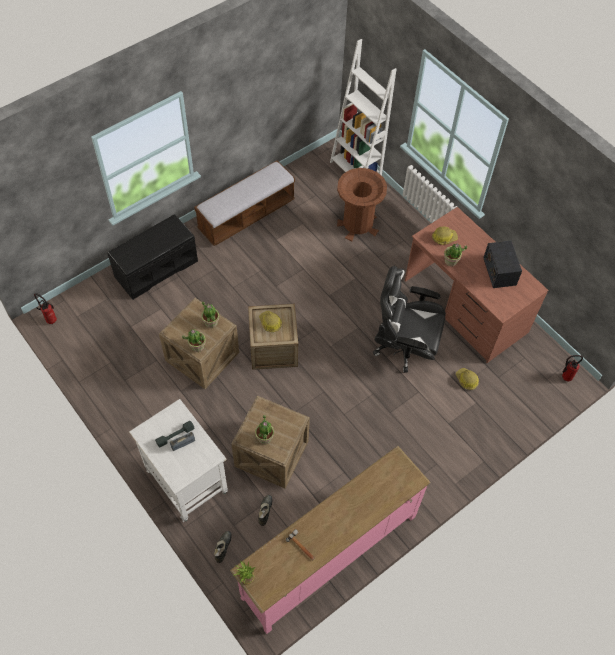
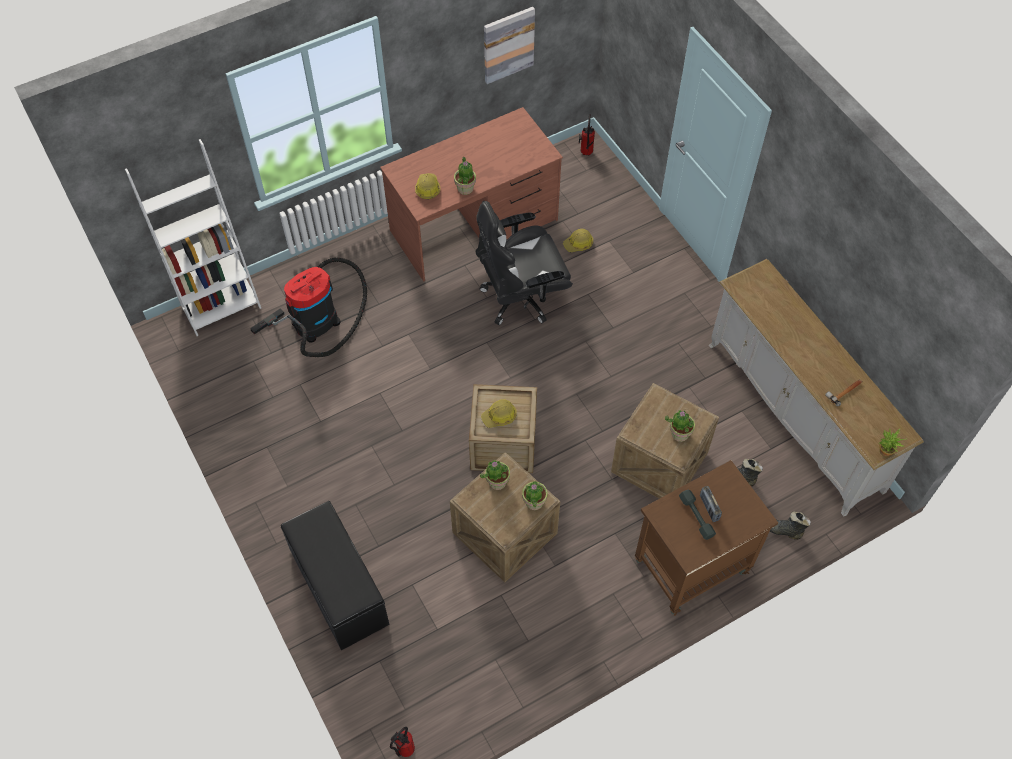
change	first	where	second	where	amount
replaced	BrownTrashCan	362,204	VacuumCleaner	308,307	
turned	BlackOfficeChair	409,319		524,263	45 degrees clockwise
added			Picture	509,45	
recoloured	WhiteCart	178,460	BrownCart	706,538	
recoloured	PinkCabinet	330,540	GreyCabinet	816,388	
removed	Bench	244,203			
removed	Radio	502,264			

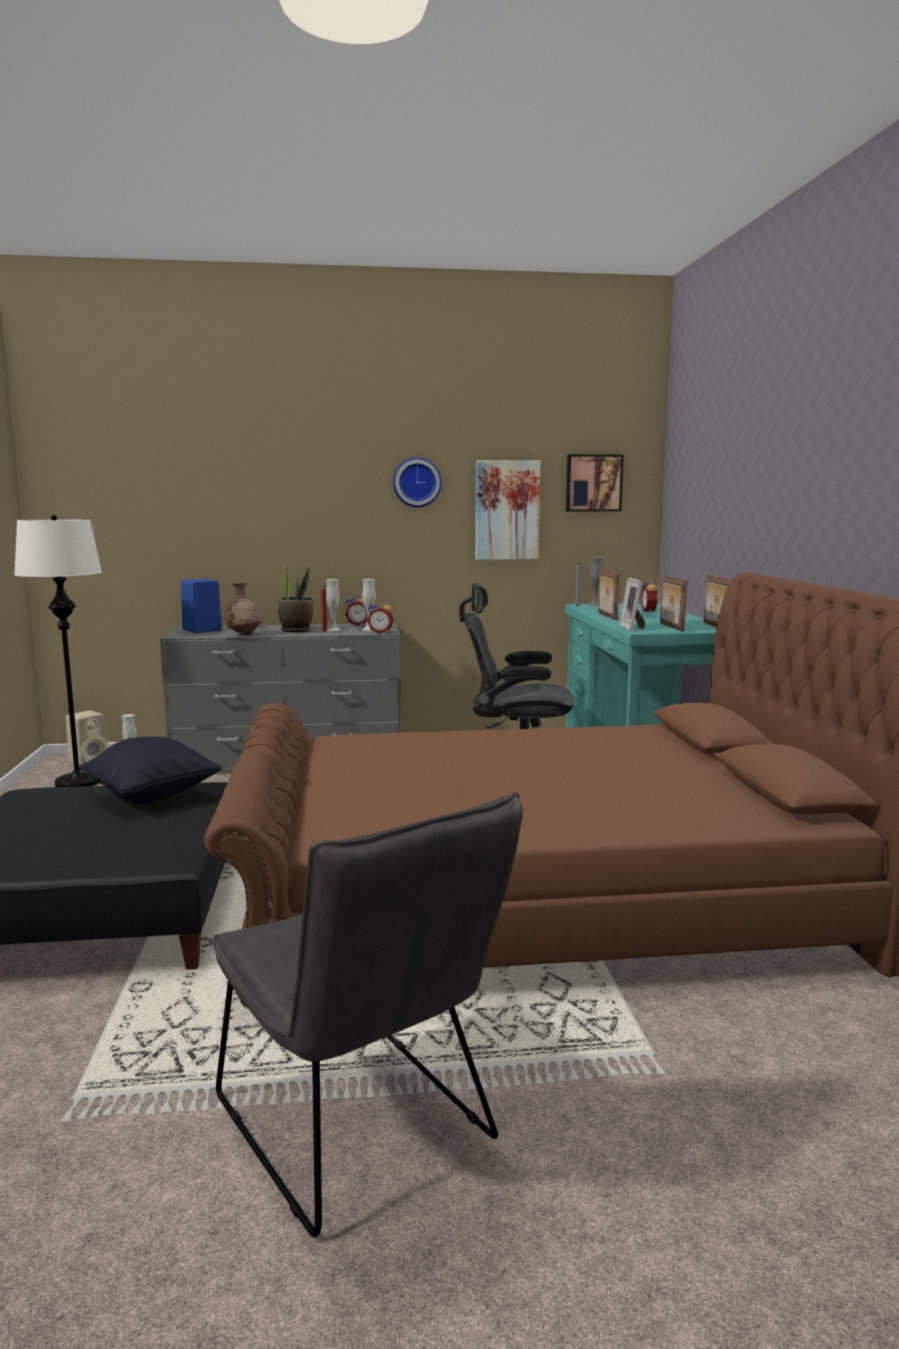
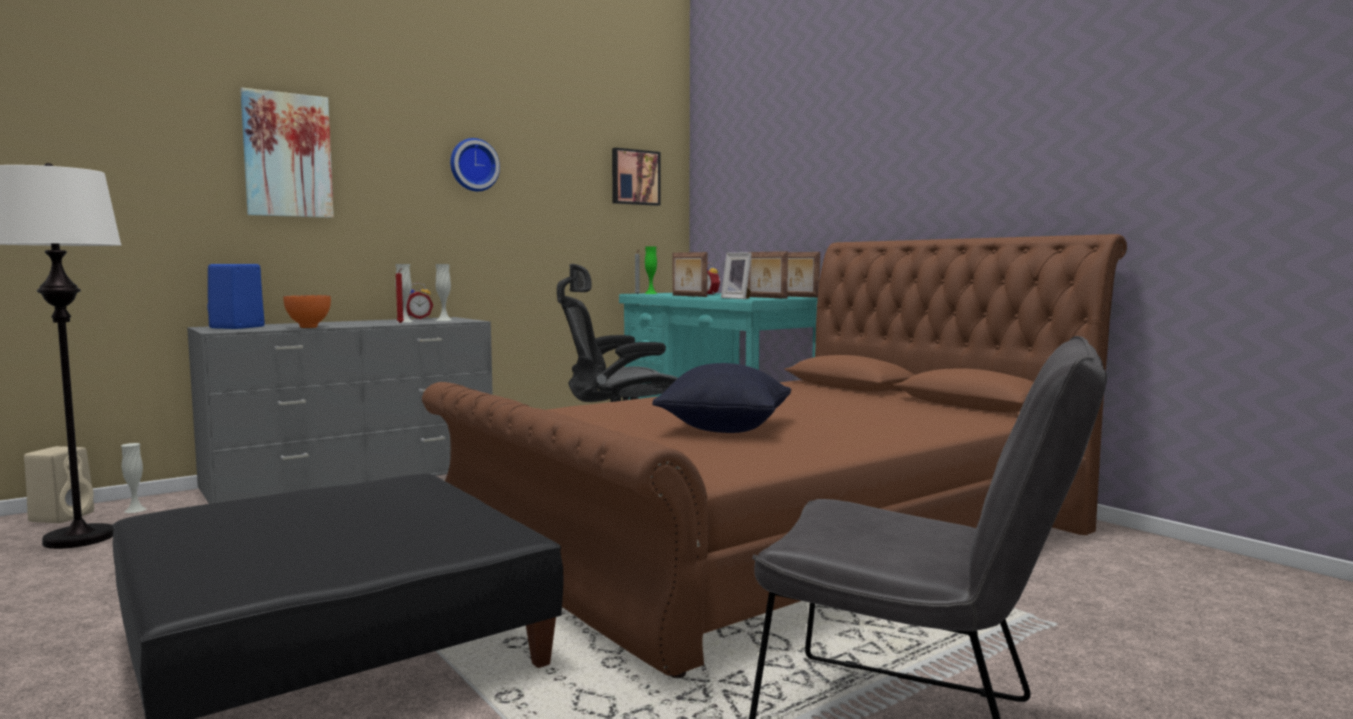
change	first	where	second	where	amount
moved	Picture	507,510		287,153	
replaced	BrownVase	243,609	OrangeBowl	307,311	
recoloured	GreyVase	596,582	GreenVase	651,270	
moved	BlackPillow	150,770		721,398	
removed	PottedPlant	296,597			
removed	AlarmClock	380,616			

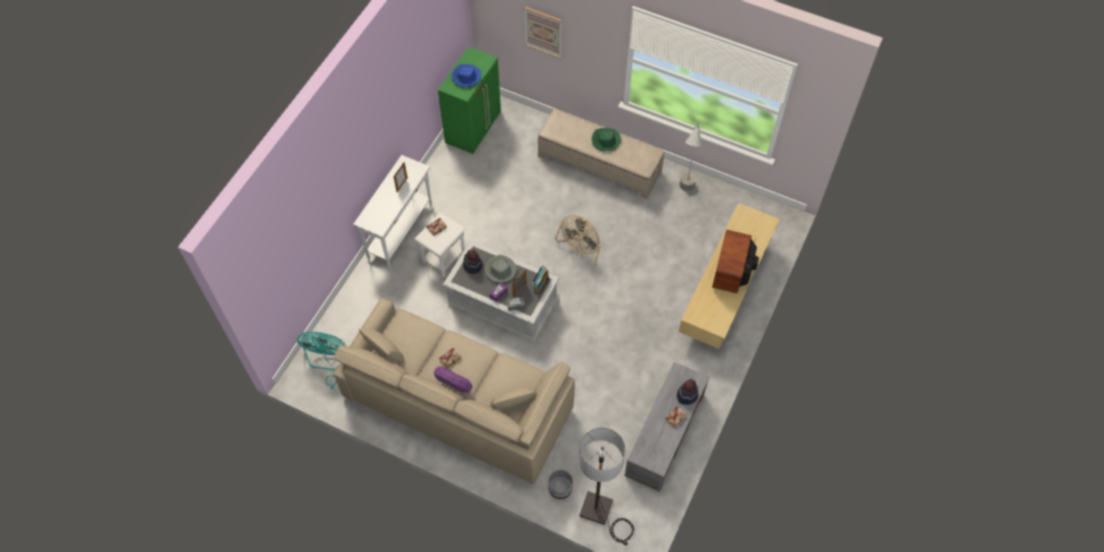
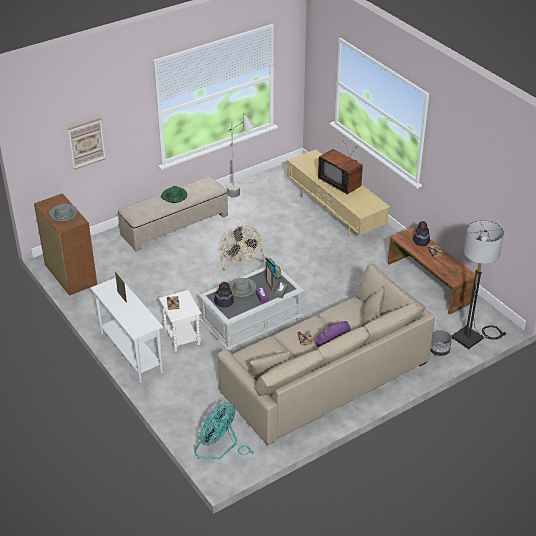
change	first	where	second	where	amount
recoloured	GreenCabinet	469,100	BrownCabinet	65,244	
recoloured	BlueHat	467,75	GreyHat	63,212	
recoloured	GreyBench	667,427	BrownBench	432,271	

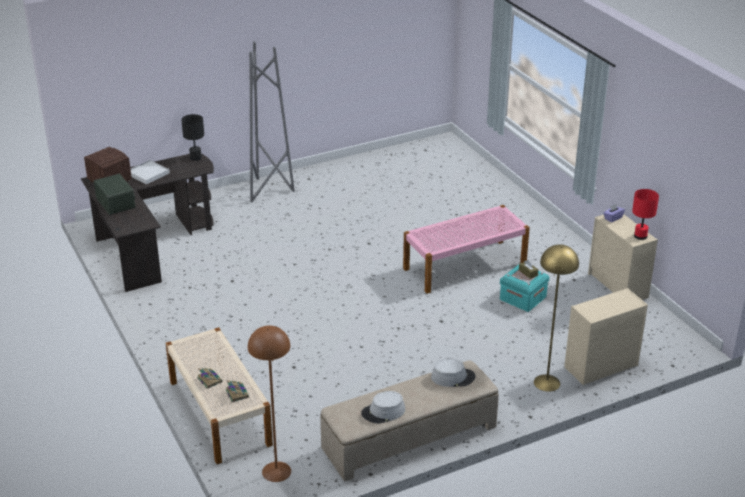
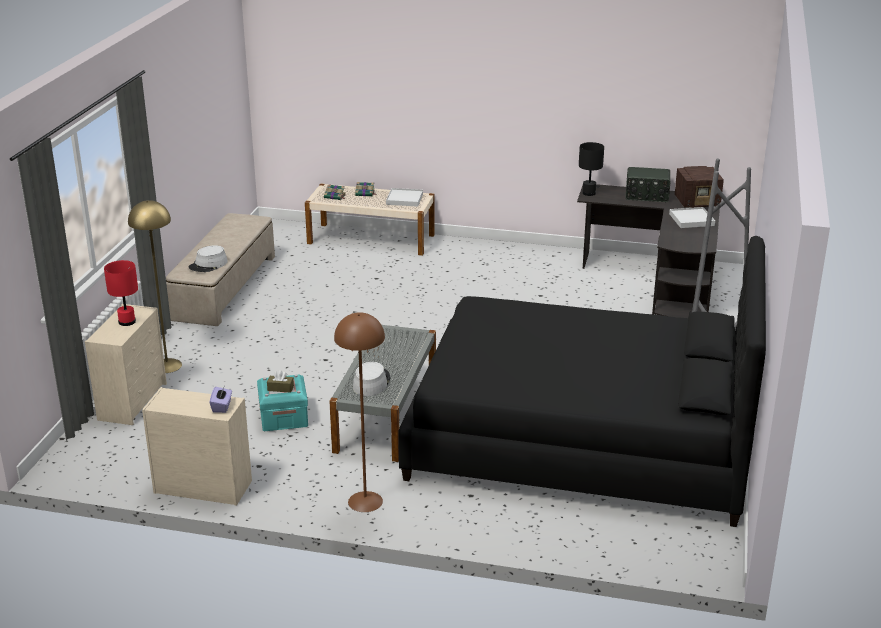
change	first	where	second	where	amount
moved	RedTableLamp	645,214		121,293	
recoloured	PinkBench	466,249	GreyBench	382,393	
moved	BrownFloorLamp	269,403		359,412	
moved	GreyHat	383,407		371,379	
added			WhiteTray	404,197	
added			BlackBed	582,381	
moved	BlackTableLamp	193,137		591,169	

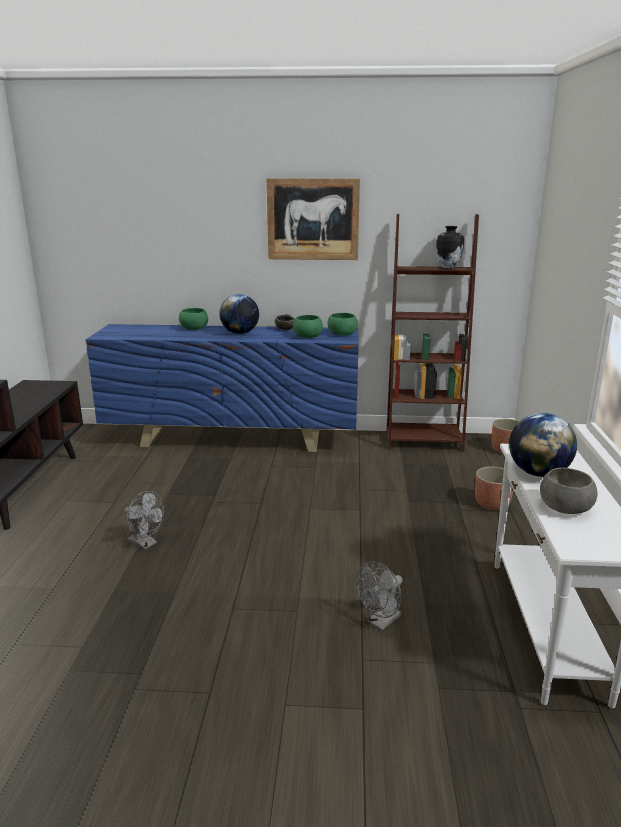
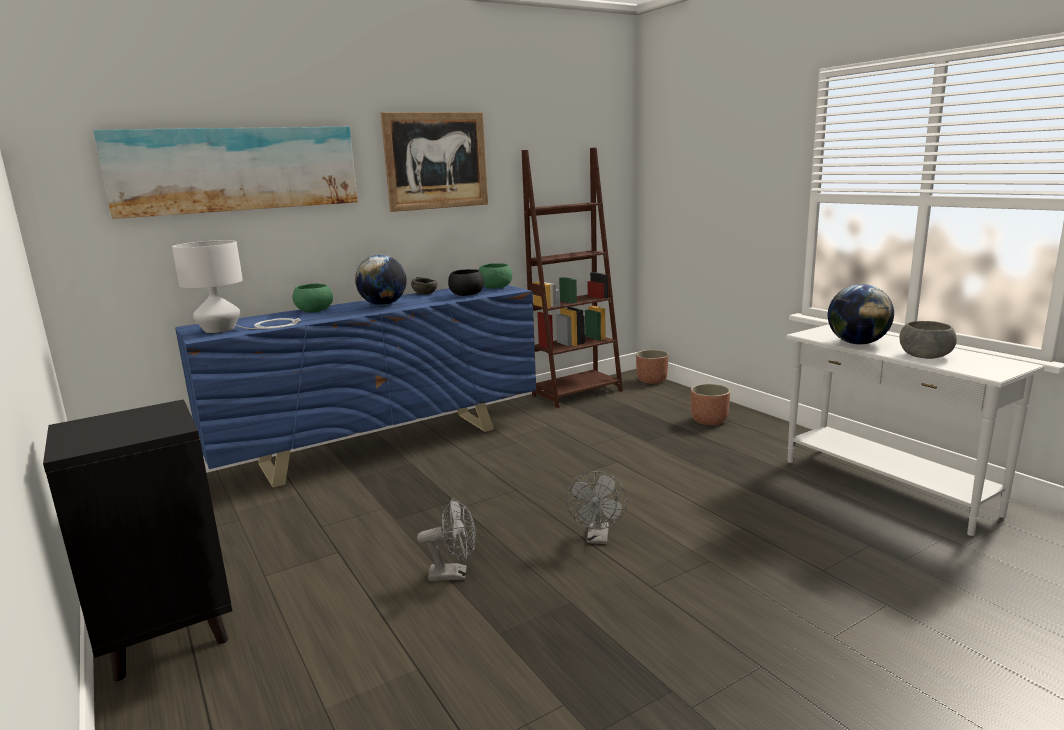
change	first	where	second	where	amount
added			Picture	225,173	
added			GreyTableLamp	236,286	
recoloured	GreenBowl	308,326	BlackBowl	466,282	
moved	GreyFan	379,596		596,507	
removed	Vase	450,247			

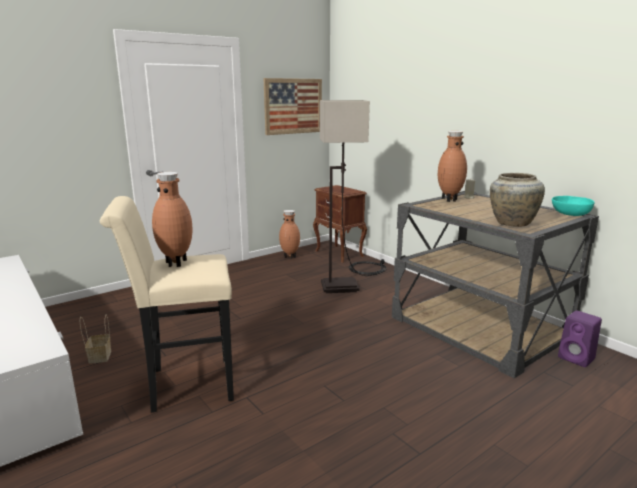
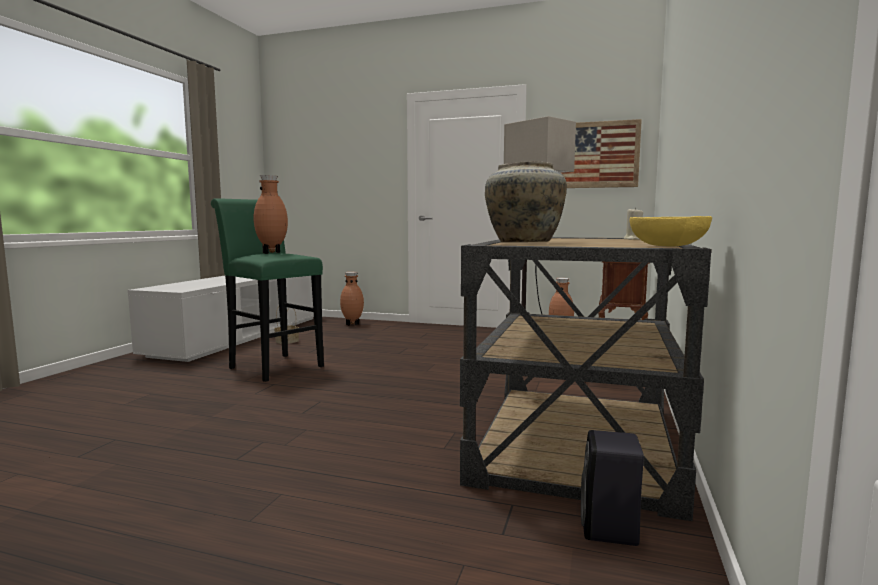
change	first	where	second	where	amount
recoloured	BeigeStool	167,304	GreenStool	267,290	
moved	BrownVase	452,166		352,299	
recoloured	PurpleSpeaker	580,338	BlackSpeaker	612,488	
recoloured	TurquoiseBowl	573,206	YellowBowl	671,231	

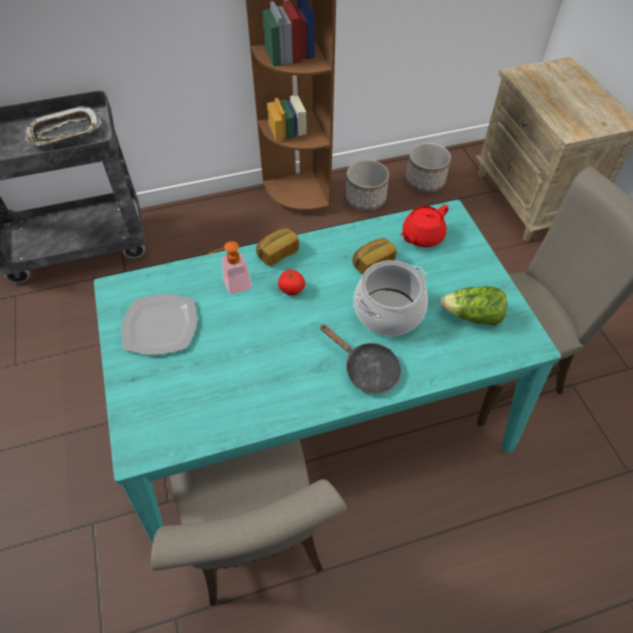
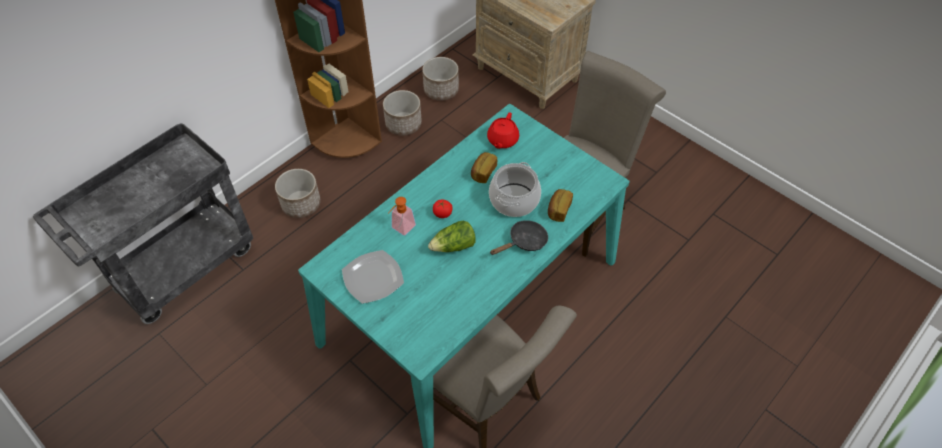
change	first	where	second	where	amount
added			Planter	298,193	
moved	Lettuce	473,306		452,236	
turned	BlackFryingPan	360,359		519,237	45 degrees counterclockwise
moved	Bread	277,247		560,205	
removed	Tray	63,126			

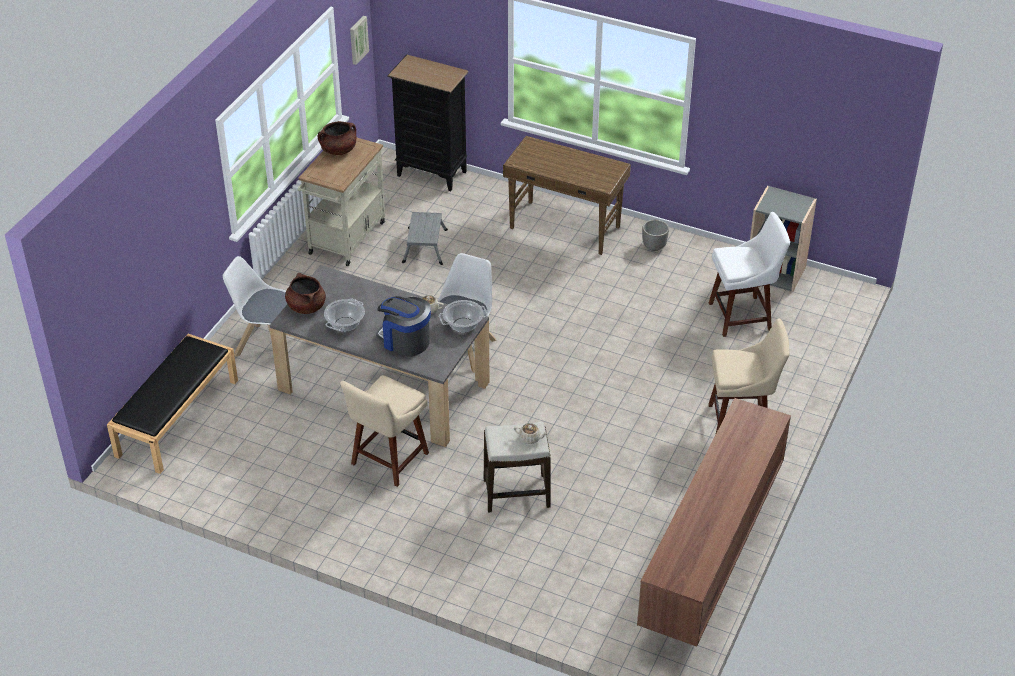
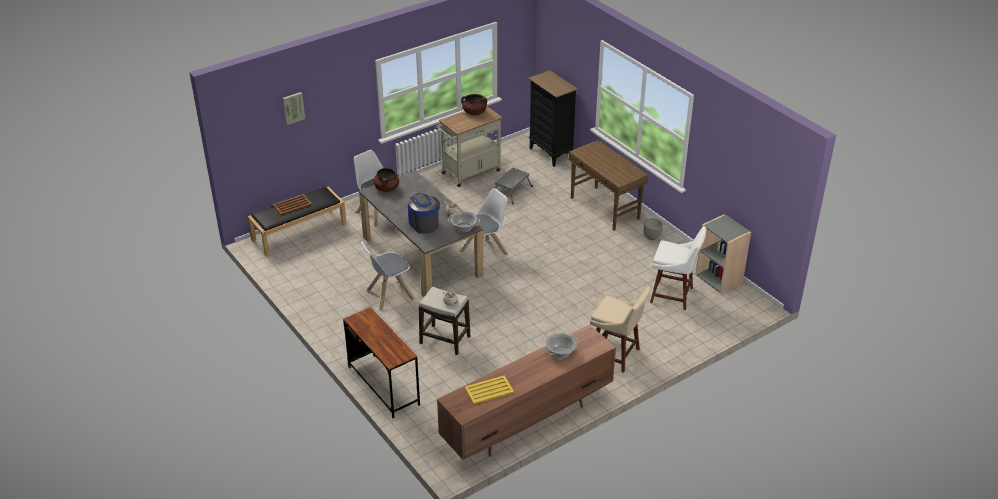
change	first	where	second	where	amount
added			BrownTray	292,204	
moved	Picture	359,40		294,108	
added			BrownDesk	381,362	
replaced	BeigeStool	384,431	Chair	388,275	
added			YellowTray	489,389	
moved	CookingPot	344,315		561,345	

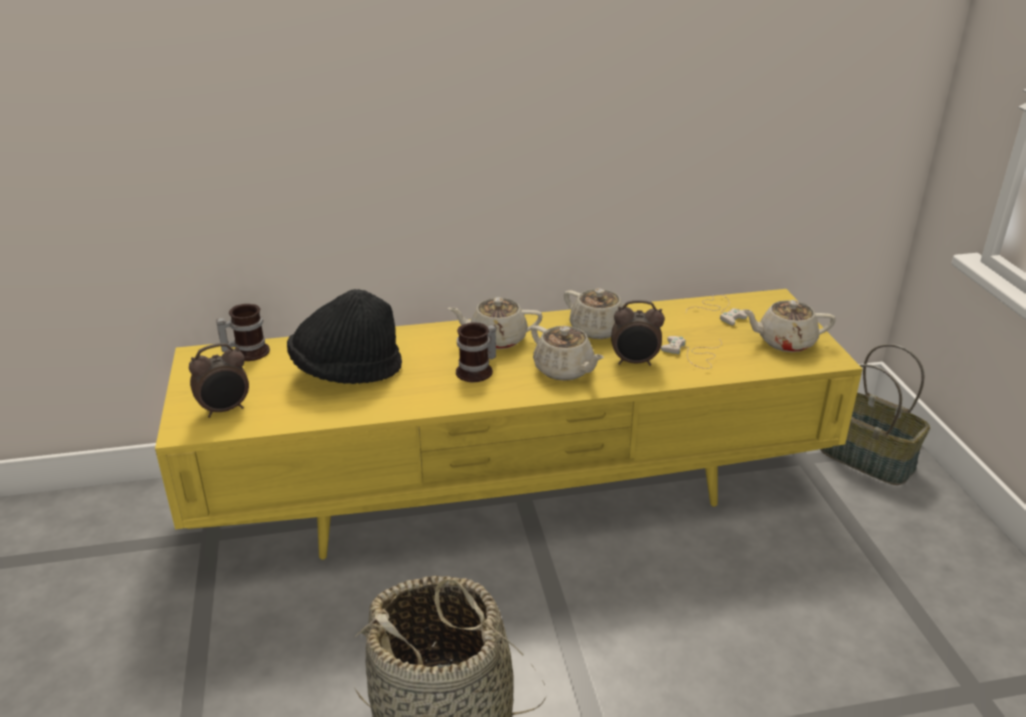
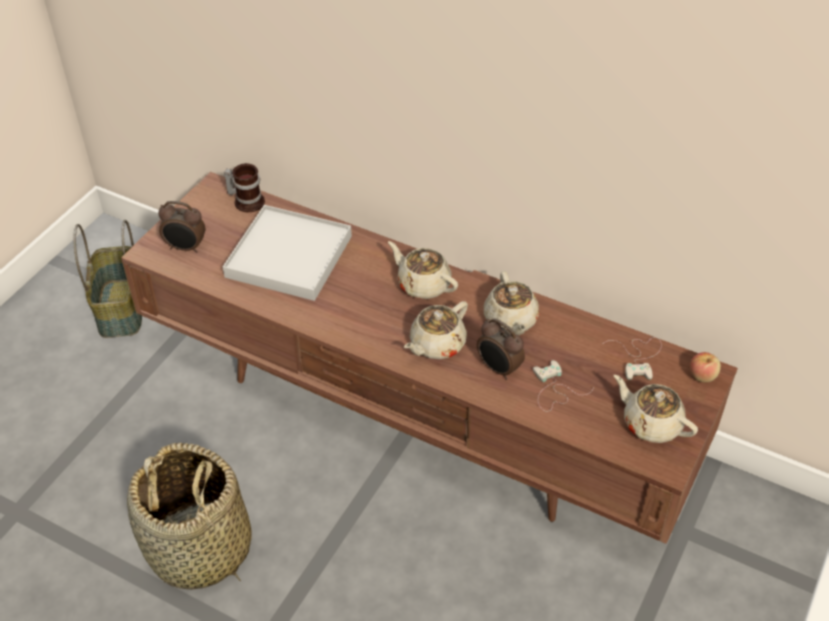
change	first	where	second	where	amount
moved	Basket	875,414		107,279	
recoloured	YellowTvStand	508,424	BrownTvStand	429,358	
replaced	BlackHat	344,336	WhiteTray	287,253	
turned	BeigeTeapot	567,353		436,330	45 degrees clockwise
added			Apple	705,367	
removed	Mug	476,352			

